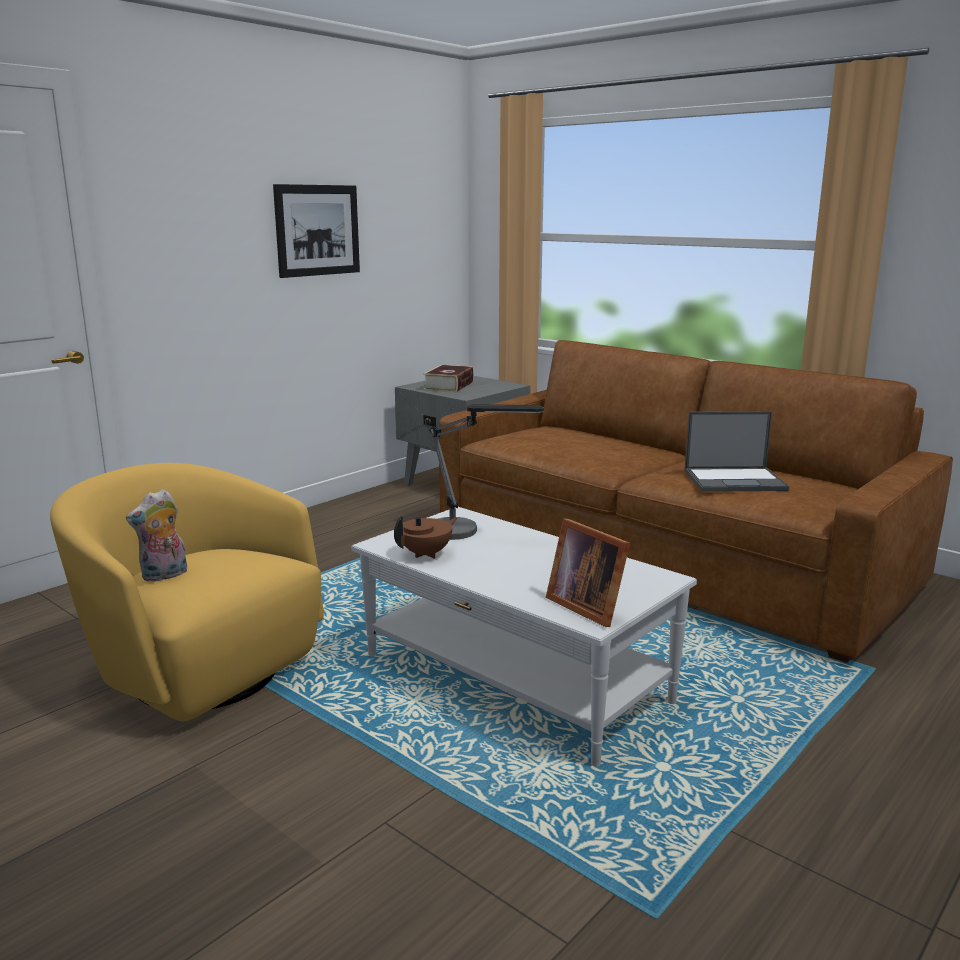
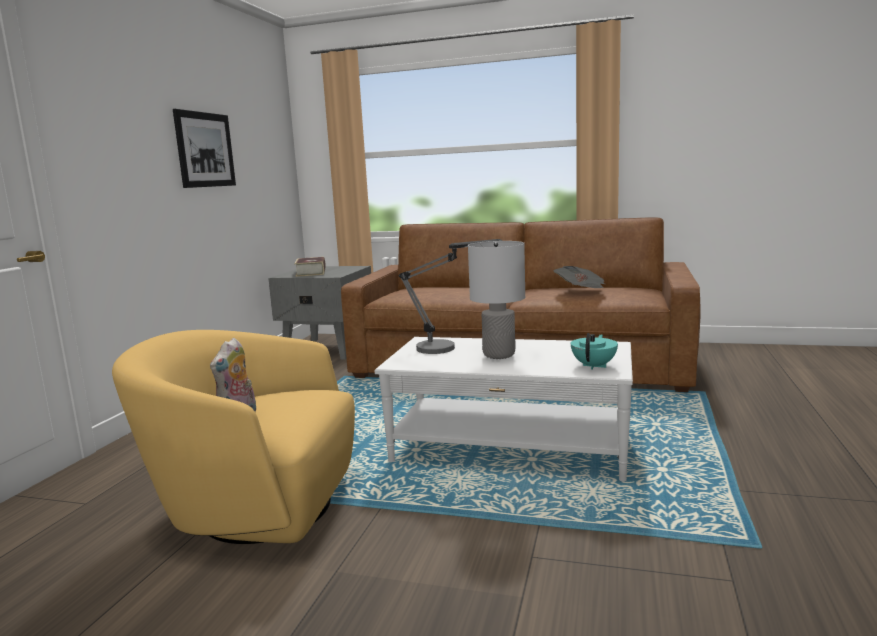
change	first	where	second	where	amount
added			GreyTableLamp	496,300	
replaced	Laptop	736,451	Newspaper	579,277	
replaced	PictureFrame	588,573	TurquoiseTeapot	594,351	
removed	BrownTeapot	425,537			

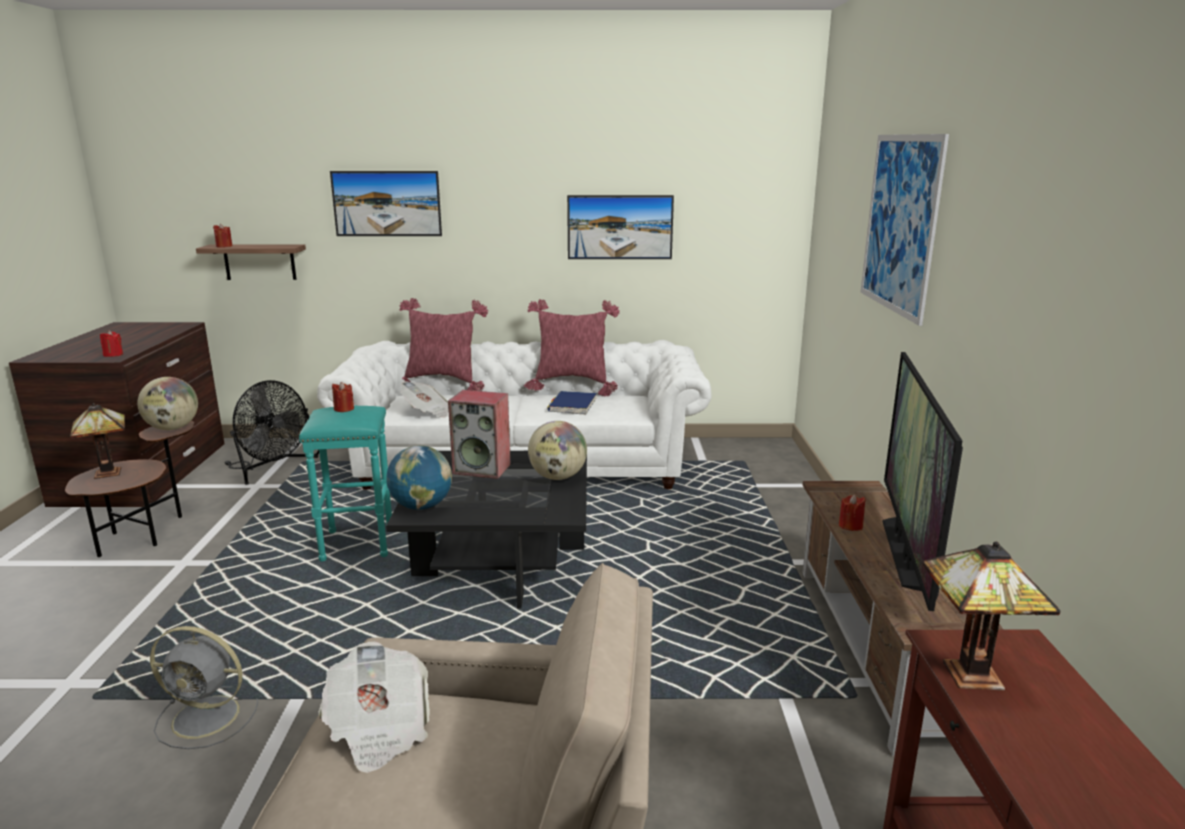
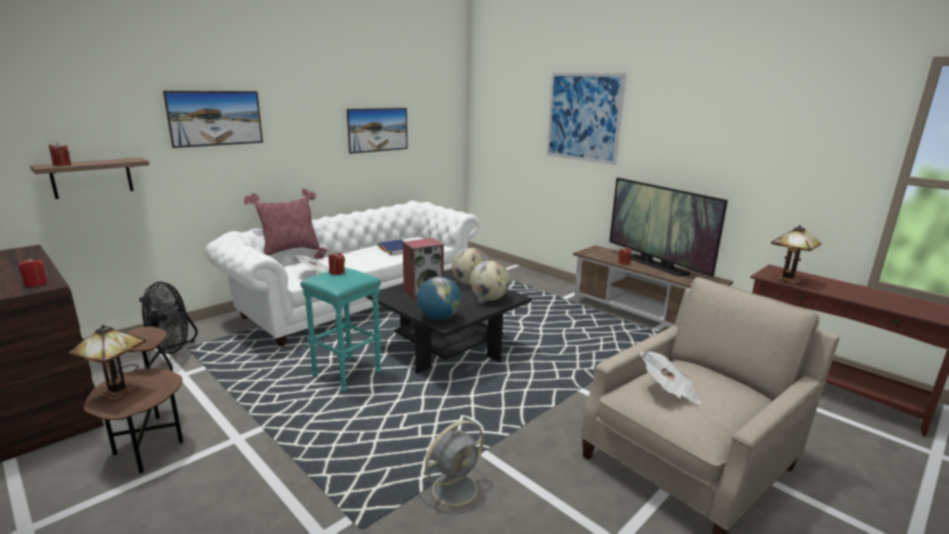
change	first	where	second	where	amount
moved	Globe	167,403		490,280	
removed	RedPillow	572,348			

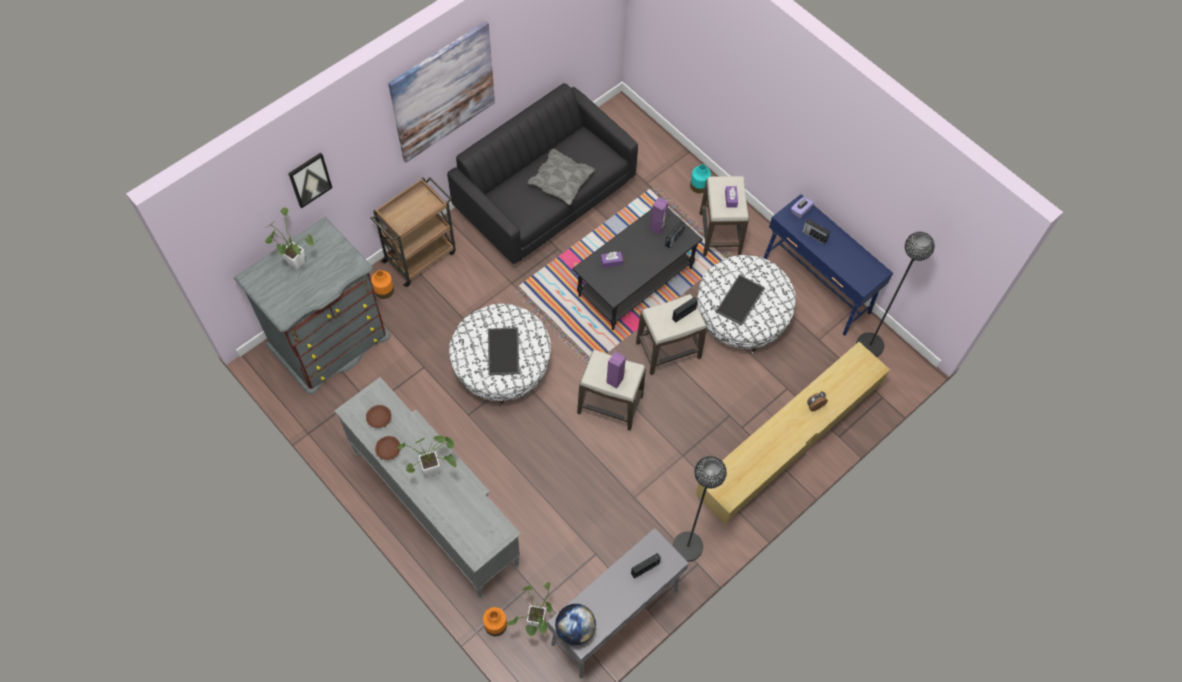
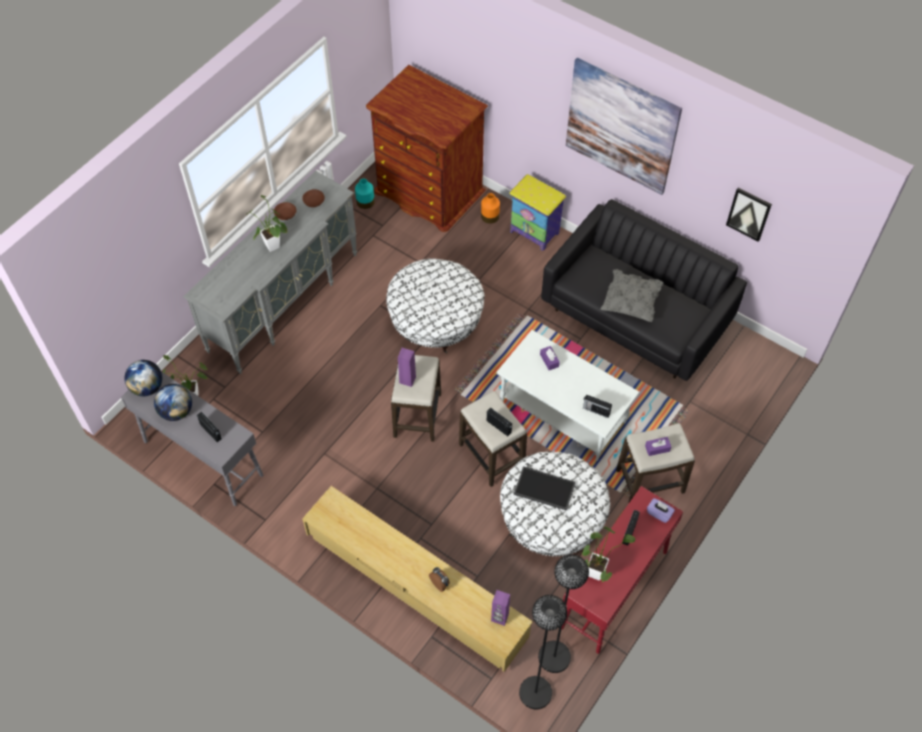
change	first	where	second	where	amount
added			Globe	173,402	
moved	TurquoiseVase	700,178		365,194	
recoloured	GreyDresser	312,305	BrownDresser	427,148	
moved	PurpleSpeaker	659,216		500,608	
recoloured	BlackCoffeeTable	637,269	WhiteCoffeeTable	568,395	
replaced	BrownCart	413,232	Nightstand	537,212	
moved	BlackFloorLamp	700,509		543,652	
recoloured	BlueConsoleTable	828,265	RedConsoleTable	622,570	
moved	PottedPlant	289,238		609,554	
moved	Picture	310,180		749,215	
removed	OrangeVase	495,621			
removed	Tray	503,351			

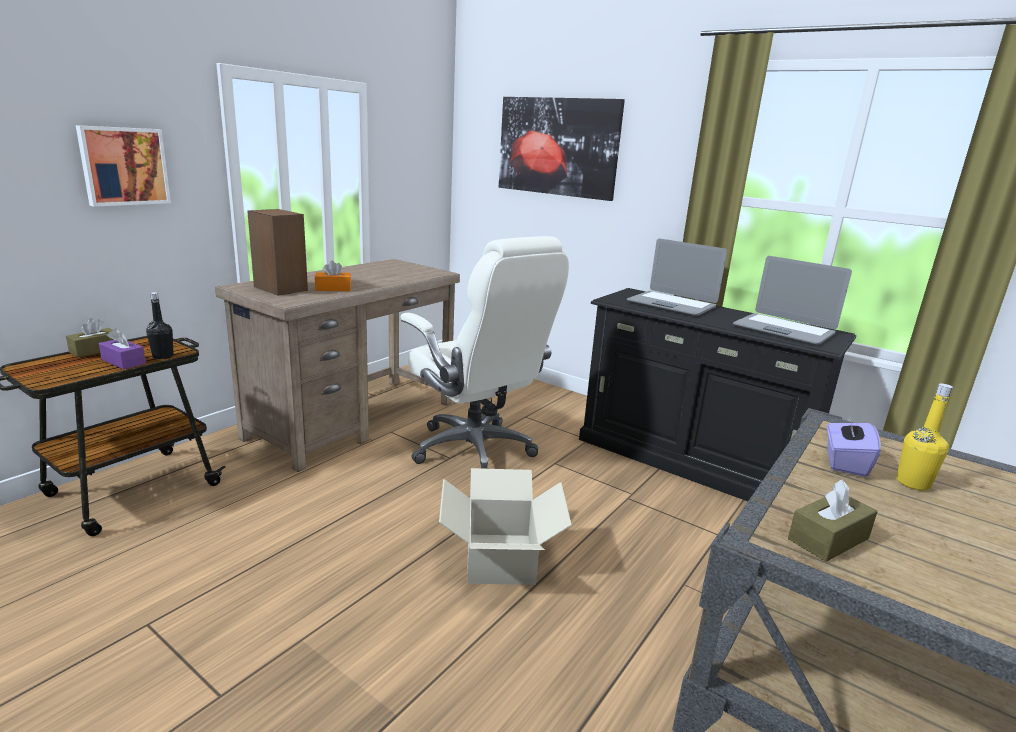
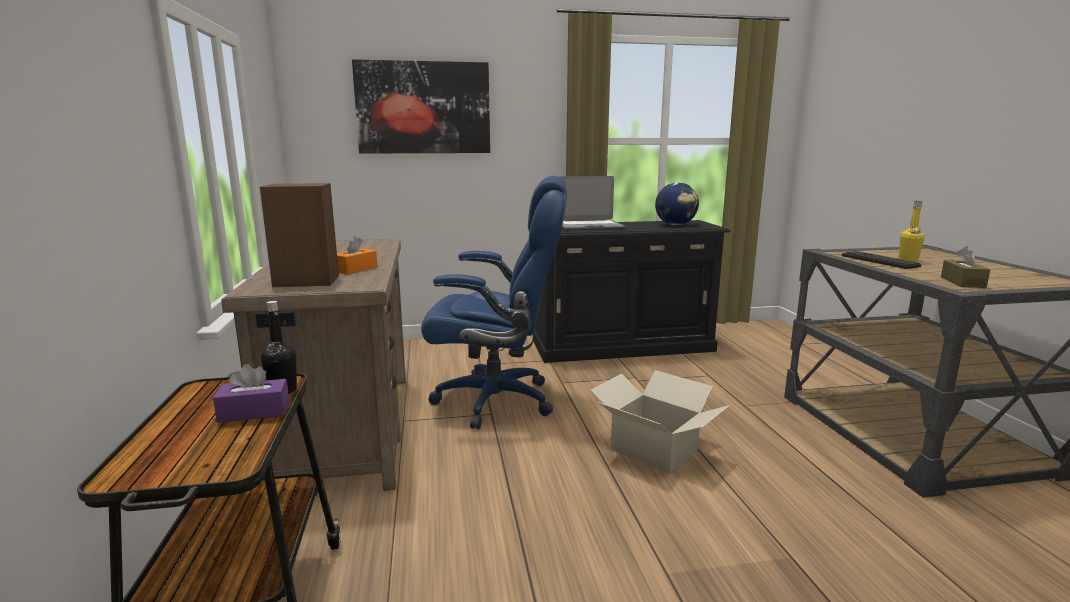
change	first	where	second	where	amount
recoloured	WhiteOfficeChair	485,352	BlueOfficeChair	494,302	
replaced	Laptop	792,300	Globe	677,203	
replaced	PurpleTissueBox	854,445	Keyboard	881,260	
removed	BrownTissueBox	90,337			
removed	Picture	123,166			

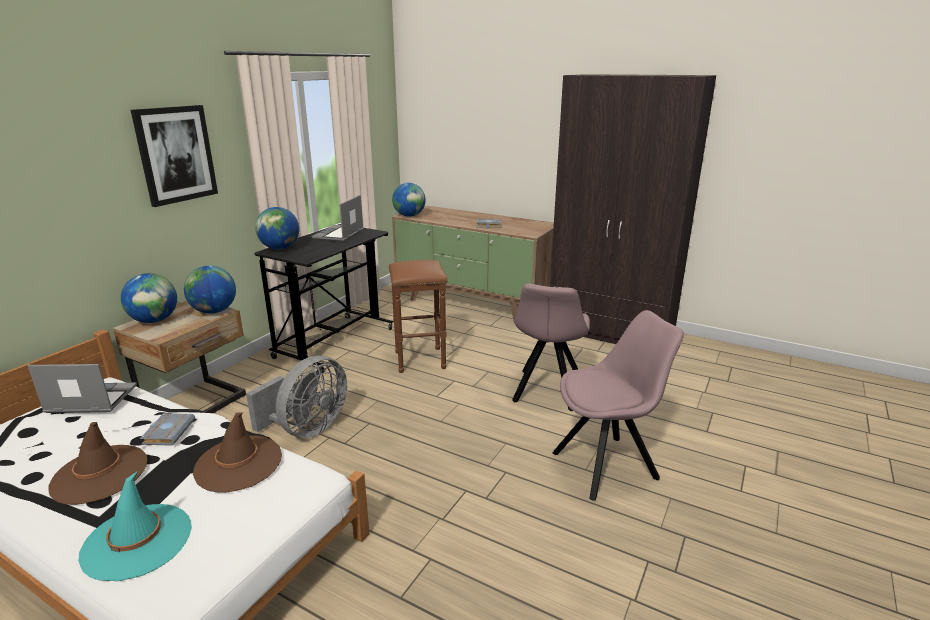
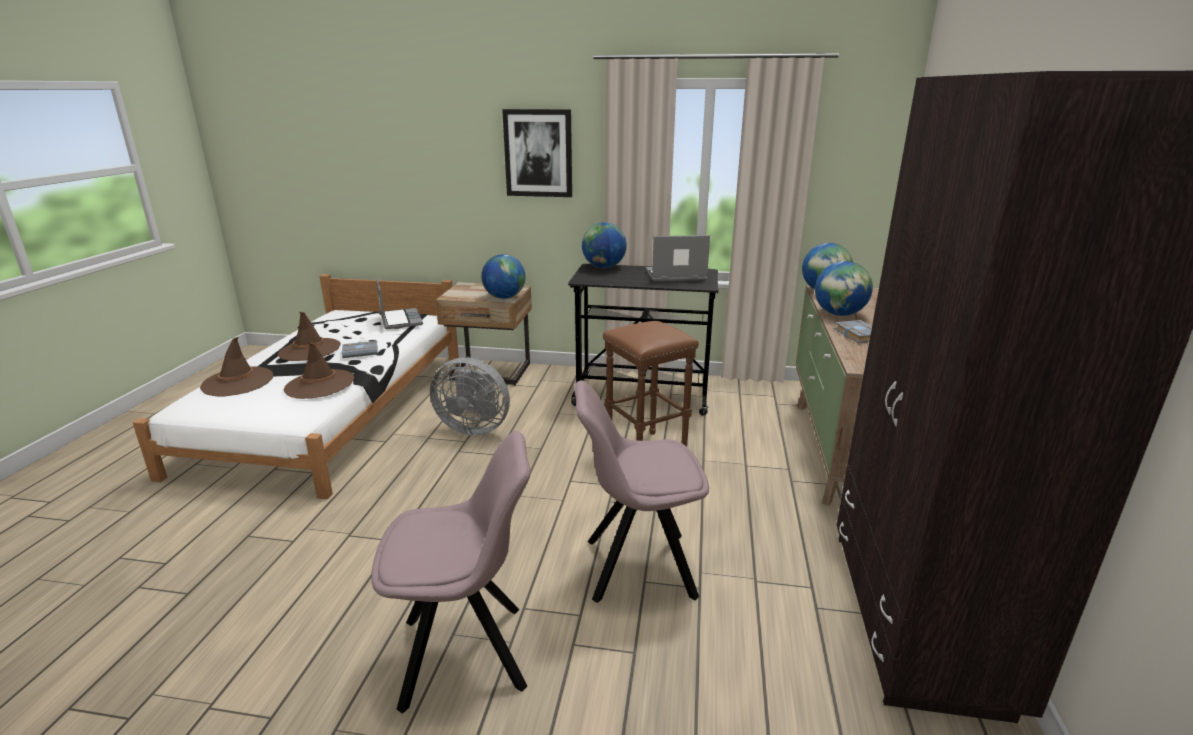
change	first	where	second	where	amount
recoloured	TurquoiseHat	135,526	BrownHat	236,366	
turned	PinkChair	618,405		450,572	60 degrees counterclockwise
moved	Globe	149,298		844,288	

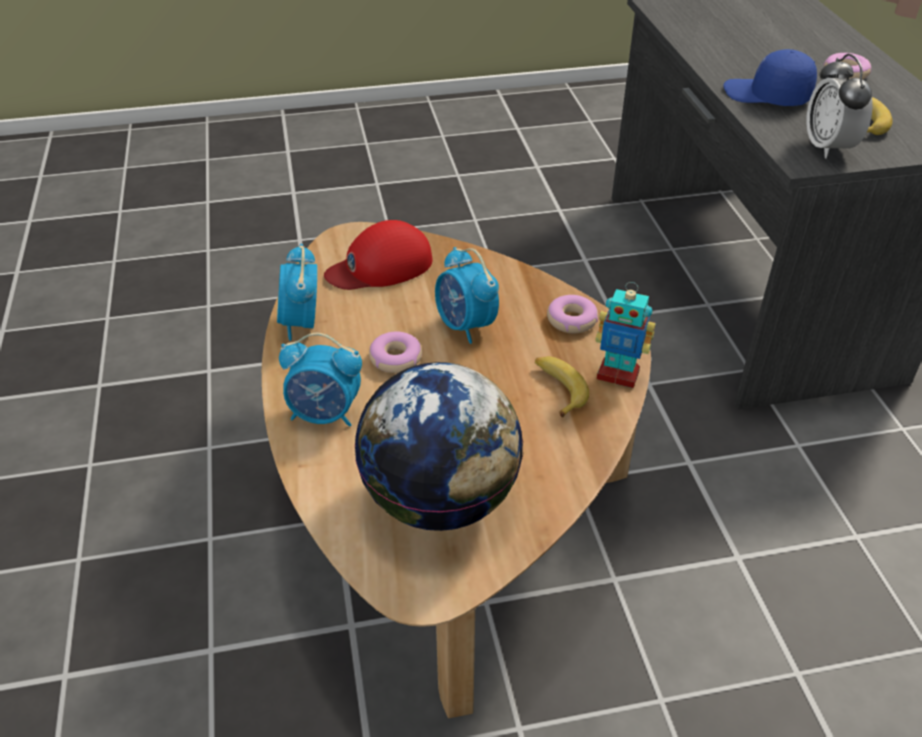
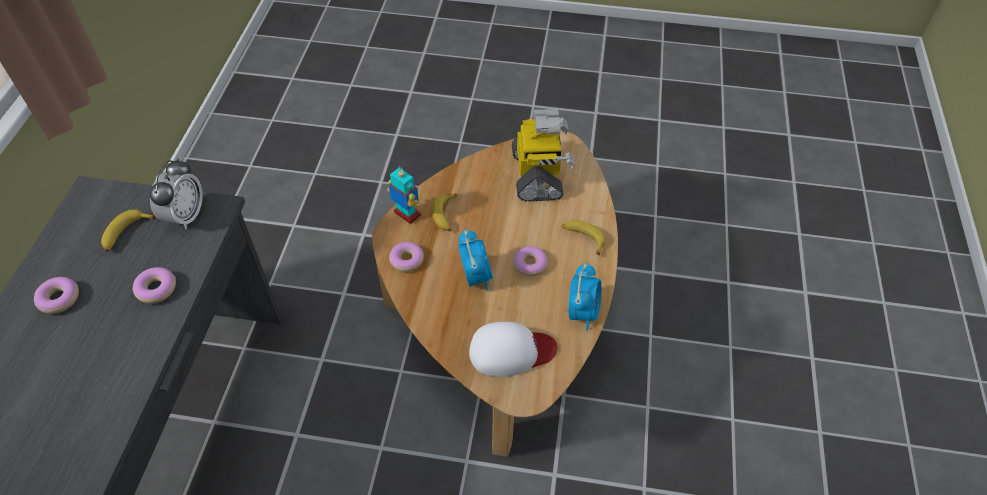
change	first	where	second	where	amount
replaced	BlueCap	770,77	Donut	154,285	
recoloured	RedCap	378,255	WhiteCap	513,349	
replaced	Globe	438,446	ToyRobot	543,155	
replaced	AlarmClock	320,380	Banana	584,237	

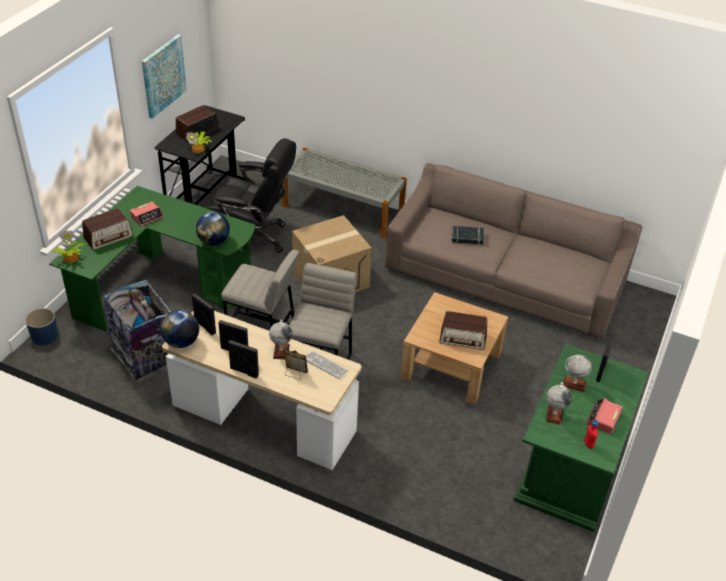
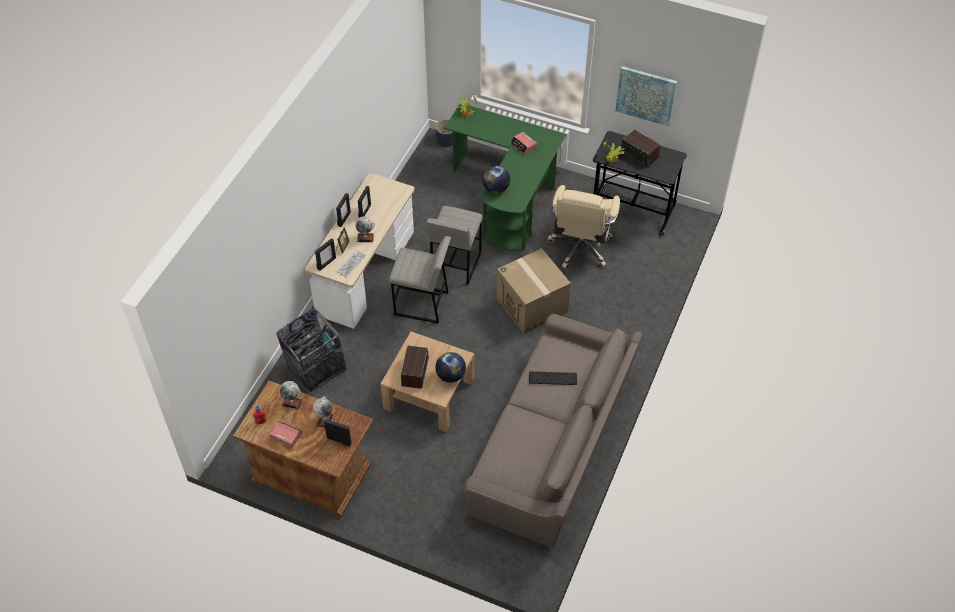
change	first	where	second	where	amount
recoloured	GreenCabinet	580,438	BrownCabinet	303,449	
moved	TrashCan	137,330		311,349	
moved	PictureFrame	204,314		325,254	
moved	Globe	180,329		450,367	
replaced	BlackBook	468,235	Keyboard	553,378	
recoloured	BlackOfficeChair	251,195	BeigeOfficeChair	584,227	
removed	Radio	107,229			
removed	GreyBench	344,193			

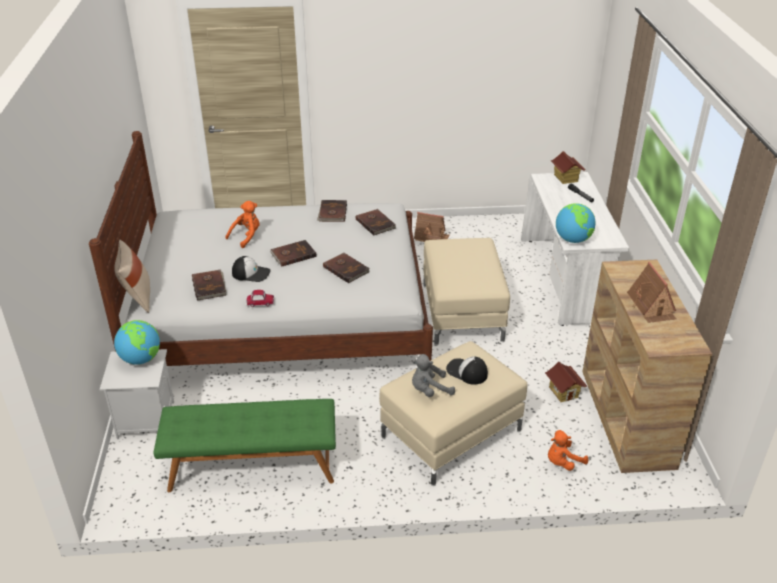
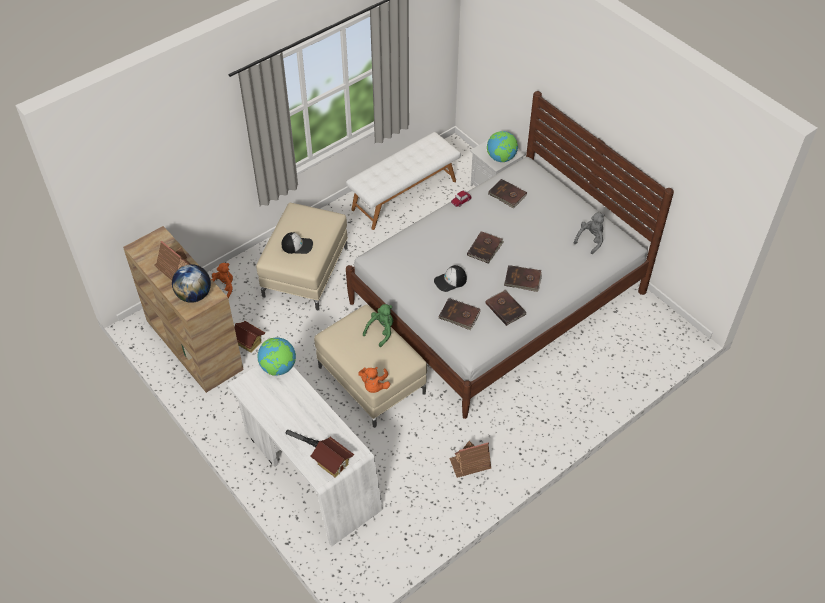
change	first	where	second	where	amount
added			Globe	191,283	
recoloured	GreenBench	244,445	WhiteBench	403,181	
moved	OrangePlushToy	242,224		374,380	
added			GreenPlushToy	378,325	
moved	Cap	251,269		450,278	
moved	BrownBook	346,268		523,278	
moved	GreyPlushToy	433,375		589,233	
removed	BeigePillow	132,276			

